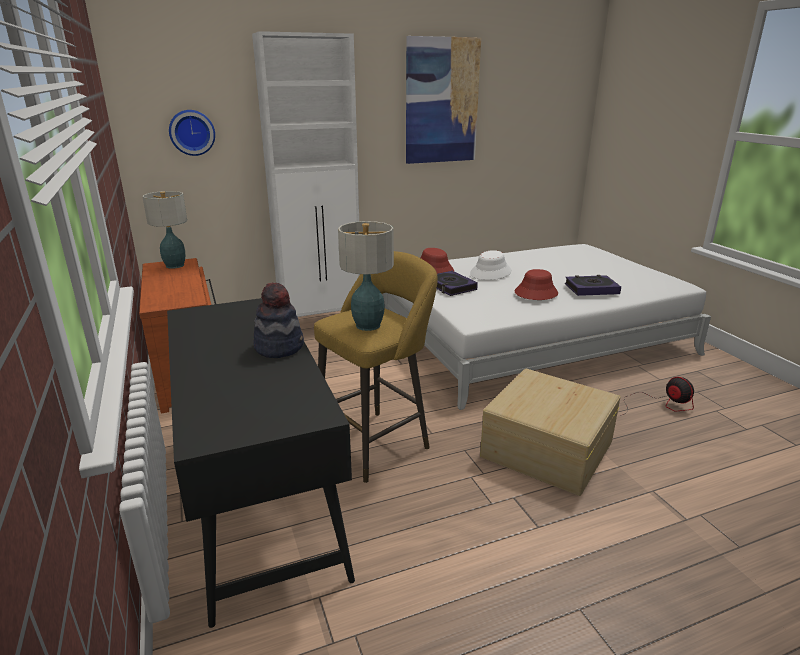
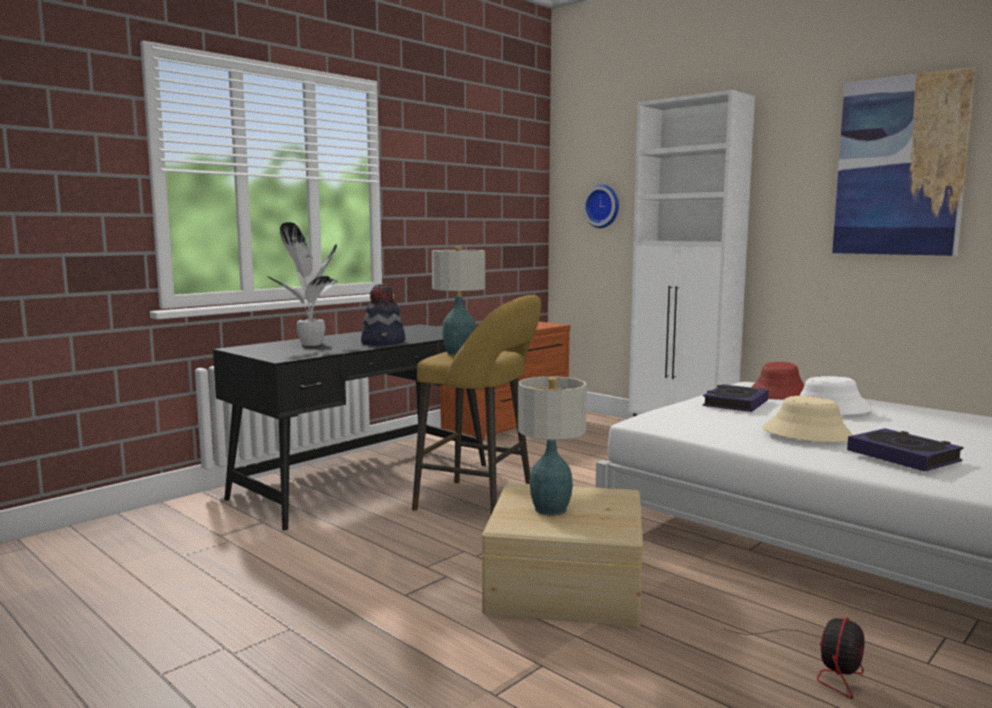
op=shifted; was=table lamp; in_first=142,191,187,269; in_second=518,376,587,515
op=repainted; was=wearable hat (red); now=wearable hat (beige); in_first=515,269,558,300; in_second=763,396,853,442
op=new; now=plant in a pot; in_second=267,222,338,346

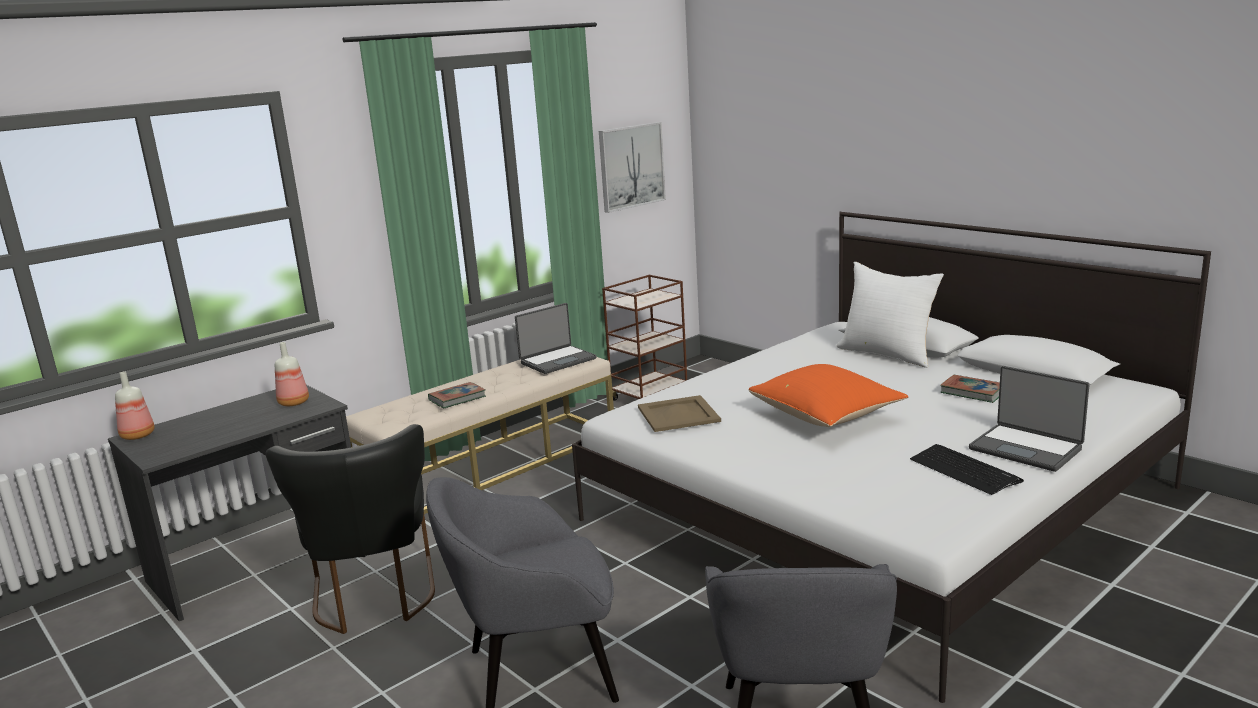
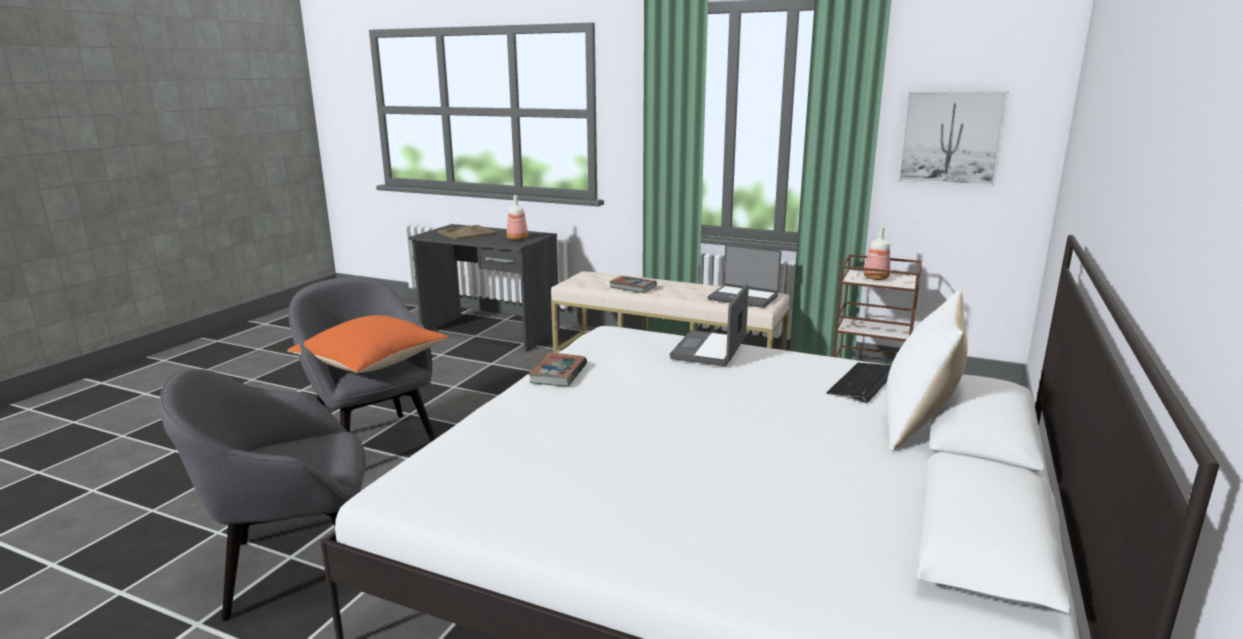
op=shifted; was=drink bottle; in_first=115,371,155,440; in_second=864,227,890,280
op=gone; was=plain chair (black); in_first=266,424,435,634
op=shifted; was=serving tray (beige); in_first=638,395,721,432; in_second=437,225,498,240
op=shifted; was=pillow (orange-coloured); in_first=749,364,908,427; in_second=287,315,449,373
op=shifted; was=PC keyboard; in_first=910,444,1024,495; in_second=826,363,891,403
op=shifted; was=bound book; in_first=940,375,1000,403; in_second=528,353,587,386
op=shifted; was=portable computer; in_first=969,366,1089,472; in_second=670,284,749,366

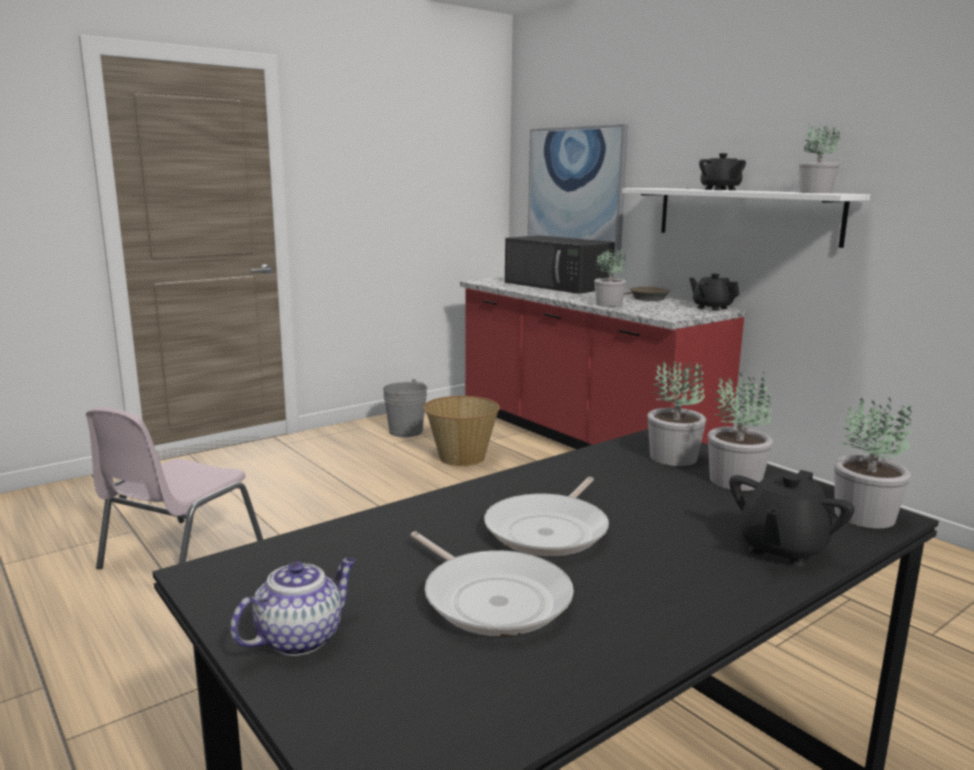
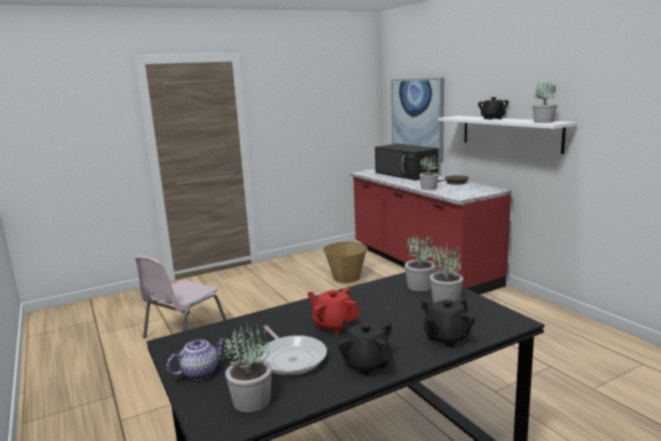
op=gone; was=bucket (grey); in_first=383,379,428,437
op=swapped; was=pan; now=teapot (red); in_first=484,477,609,556; in_second=307,288,360,334
op=shifted; was=teapot (black); in_first=689,274,739,311; in_second=337,320,392,376
op=shifted; was=plant in a pot; in_first=834,397,913,528; in_second=224,322,272,412

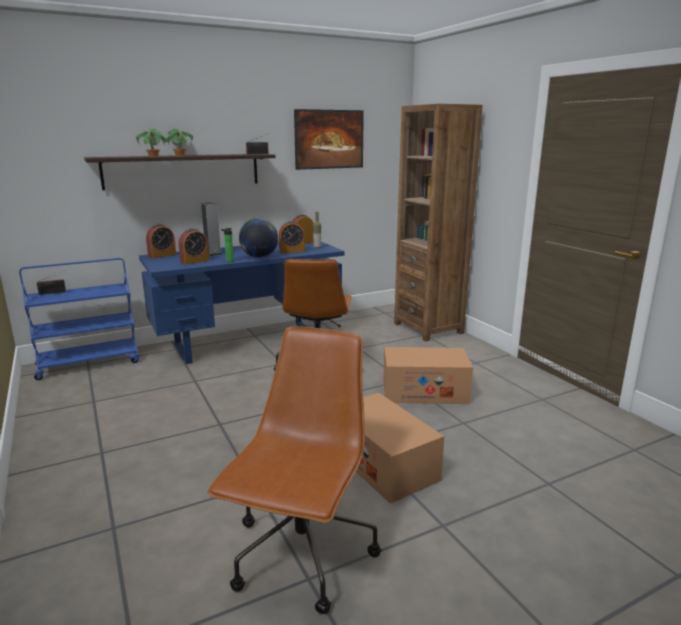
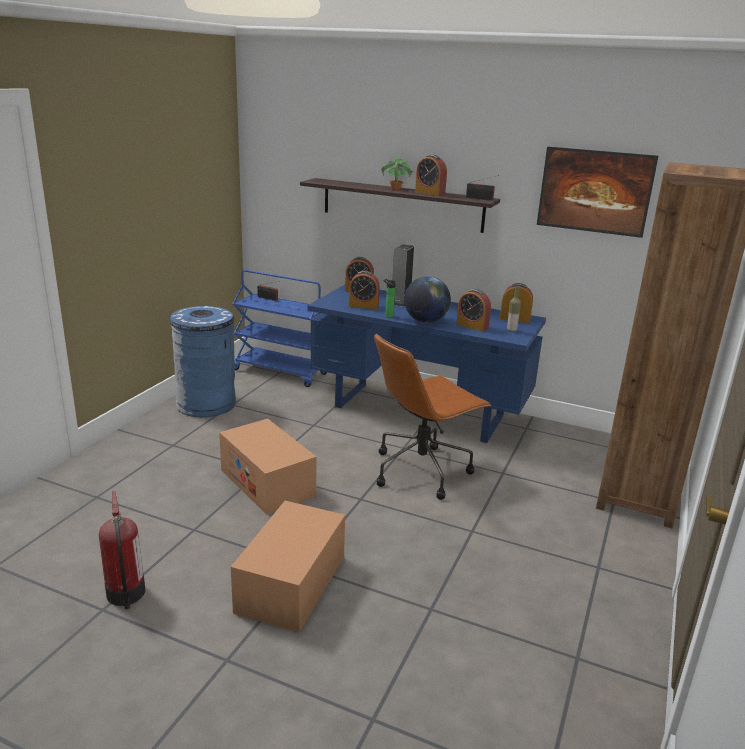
op=gone; was=plant in a pot; in_first=136,128,167,157
op=swapped; was=office chair (brown); now=extinguisher; in_first=207,326,381,614; in_second=99,491,145,609
op=shifted; was=cardboard box; in_first=383,347,473,404; in_second=219,419,317,515
op=new; now=waste bin (blue); in_second=170,306,236,417
op=new; now=alarm clock; in_second=415,155,447,196

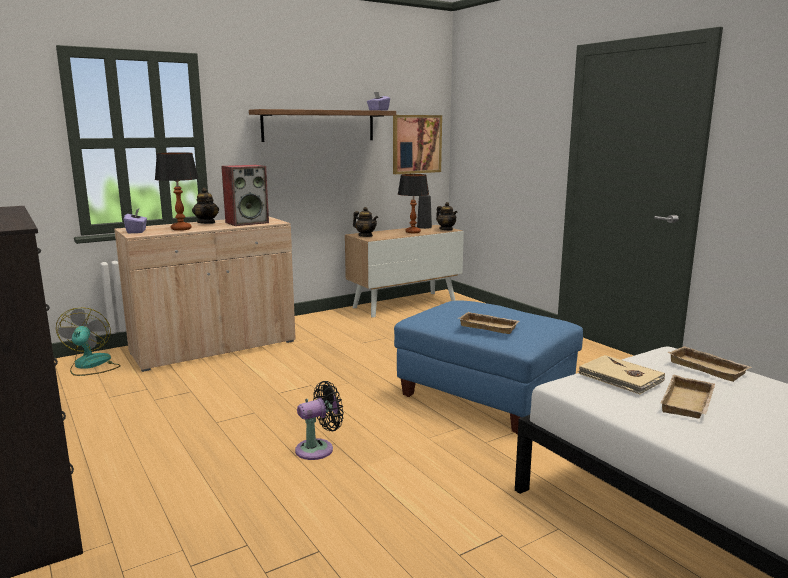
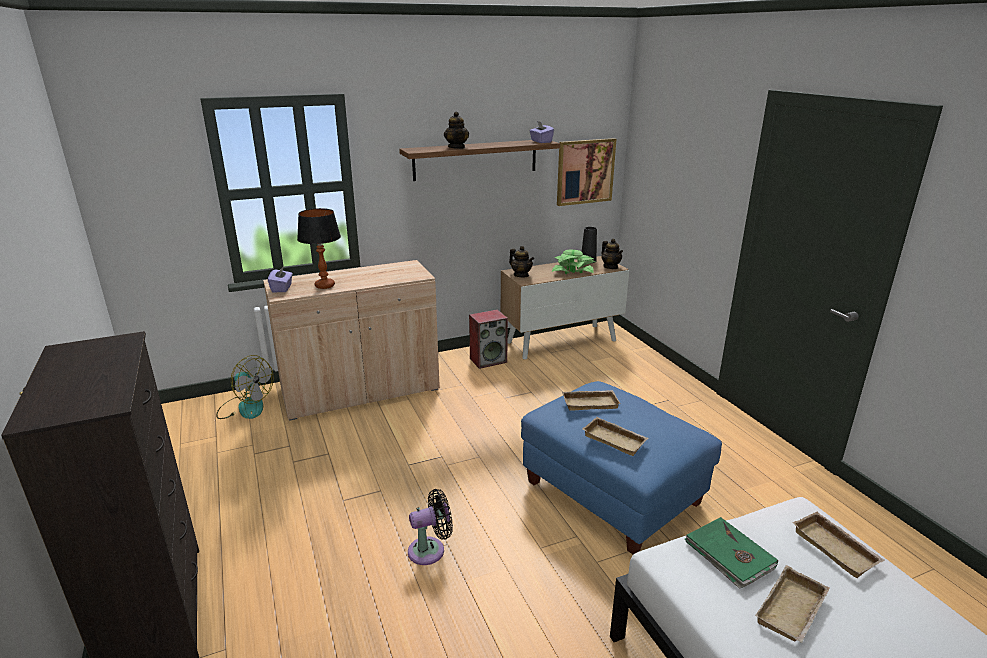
op=rotated; was=fan; in_first=56,308,121,376; in_second=216,355,273,419; clockwise=120
op=shifted; was=teapot; in_first=192,188,219,224; in_second=444,111,469,149
op=shifted; was=speaker; in_first=221,165,269,226; in_second=469,309,508,369
op=swapped; was=table lamp; now=plant in a pot; in_first=398,174,429,233; in_second=552,249,595,274
op=repainted; was=bound book (beige); now=bound book (greenish); in_first=578,355,665,394; in_second=685,517,778,589
op=new; now=serving tray (beige); in_second=562,390,621,411

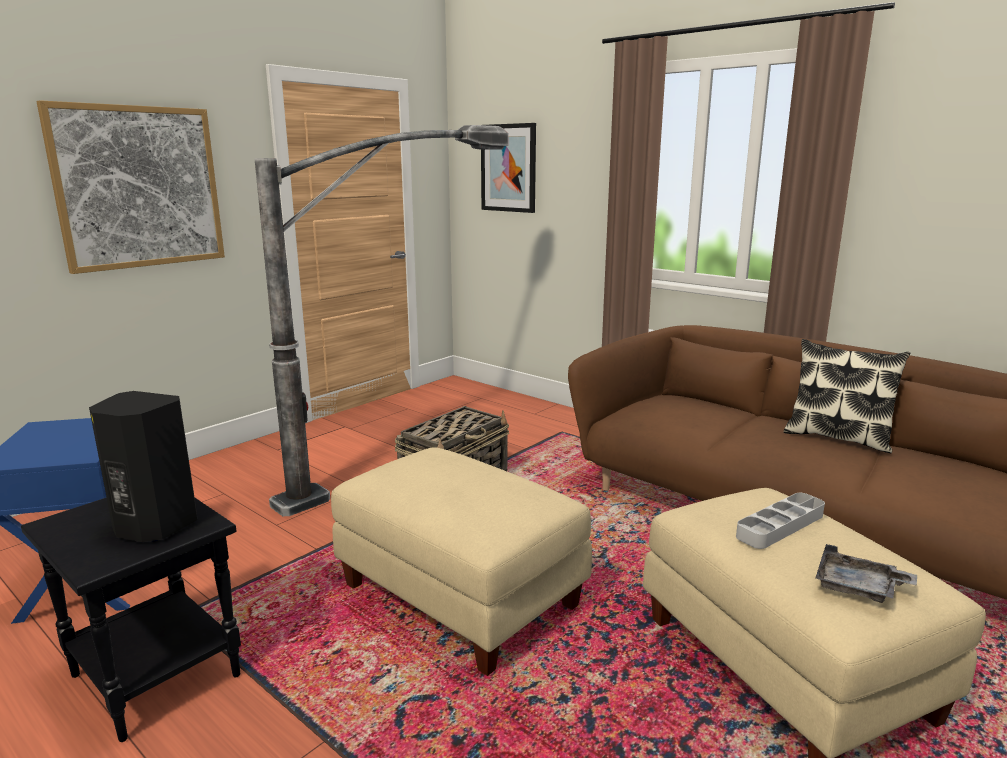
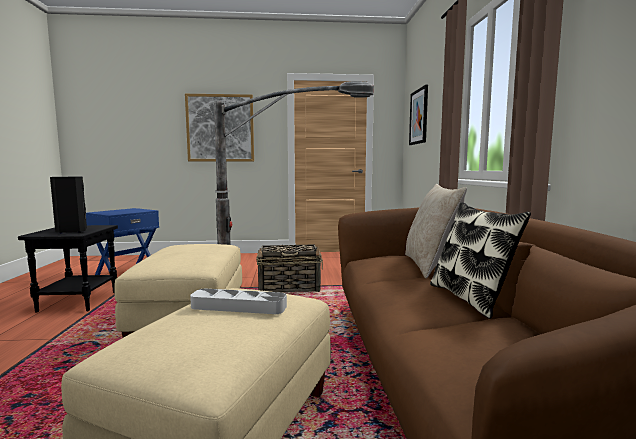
op=gone; was=serving tray (grey); in_first=816,544,917,603
op=new; now=pillow (beige); in_second=405,184,467,279

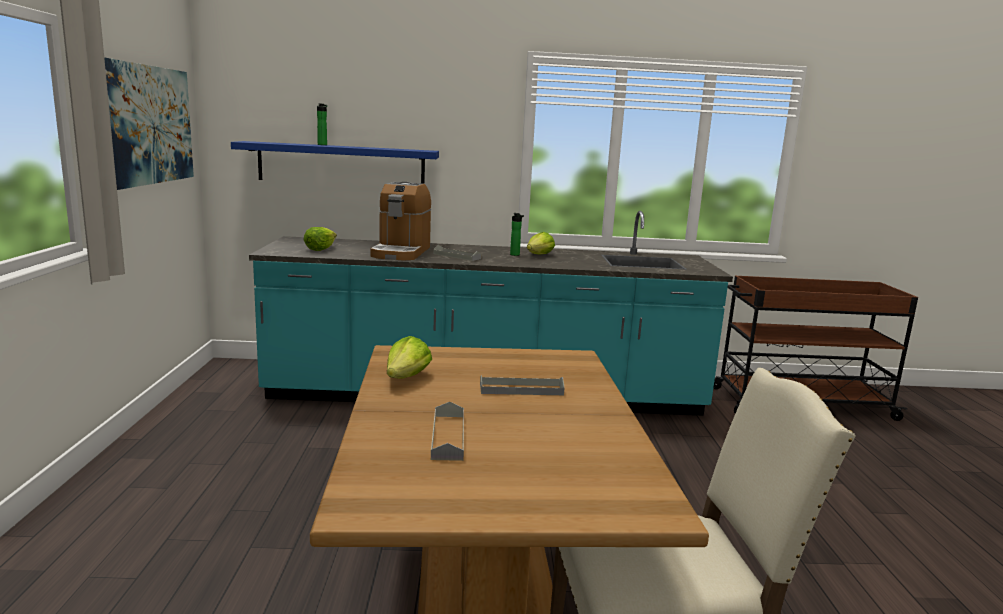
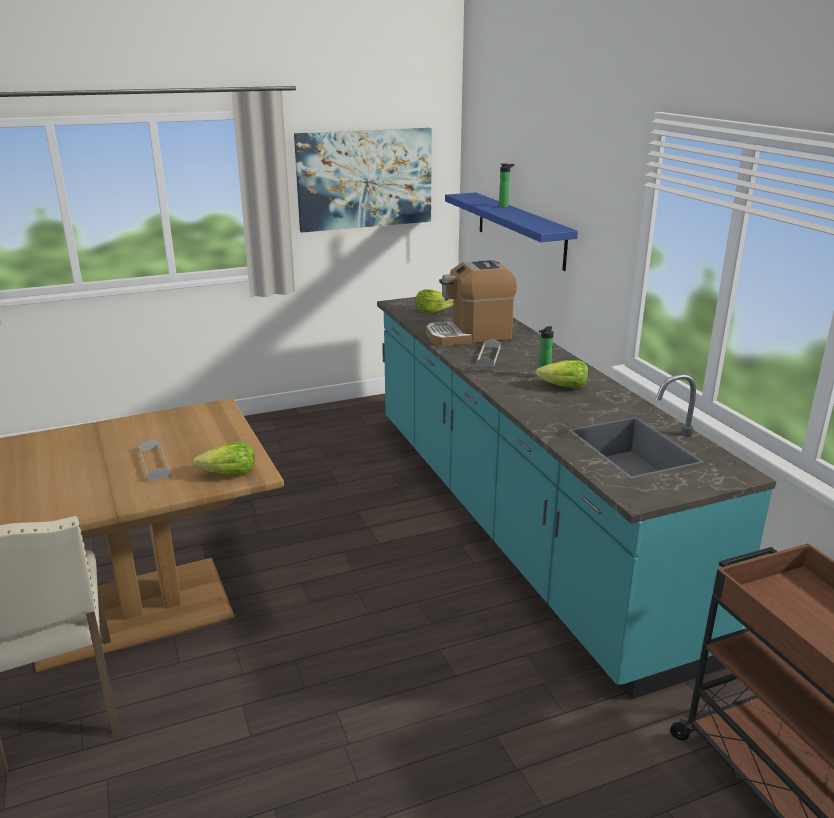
op=shifted; was=lettuce; in_first=387,336,432,379; in_second=193,442,255,475
op=gone; was=serving tray (grey); in_first=431,402,464,461

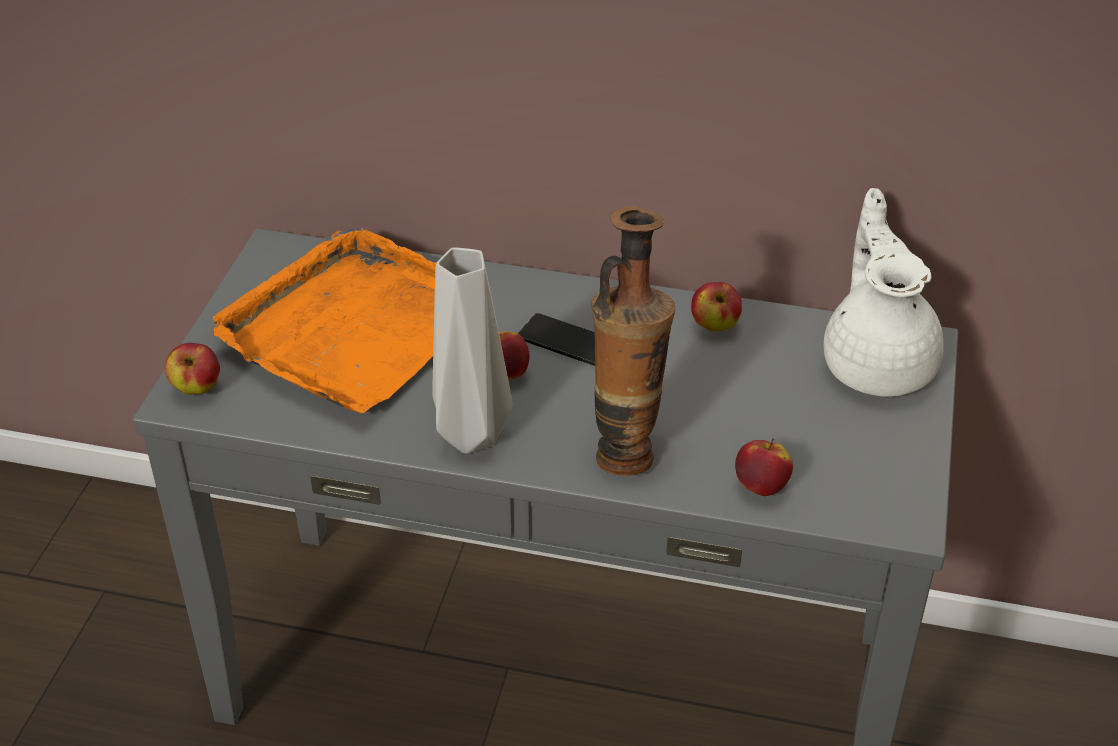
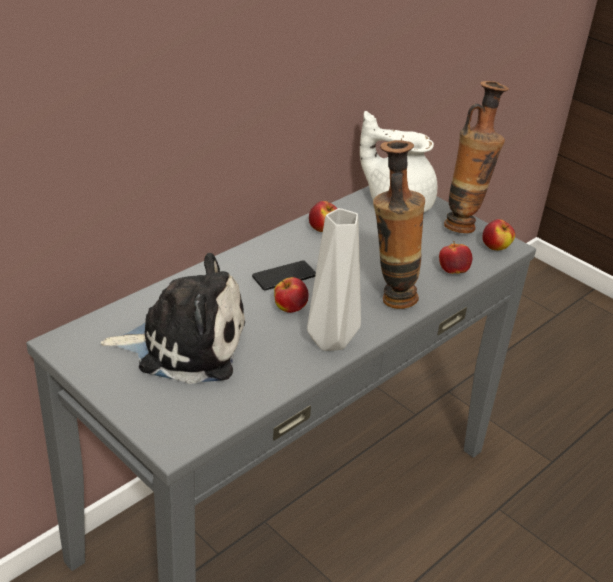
op=shifted; was=whole apple; in_first=165,343,220,395; in_second=483,219,515,250
op=swapped; was=serving tray (orange-coloured); now=soft toy; in_first=213,228,436,414; in_second=100,253,245,384
op=new; now=vase; in_second=444,81,509,233

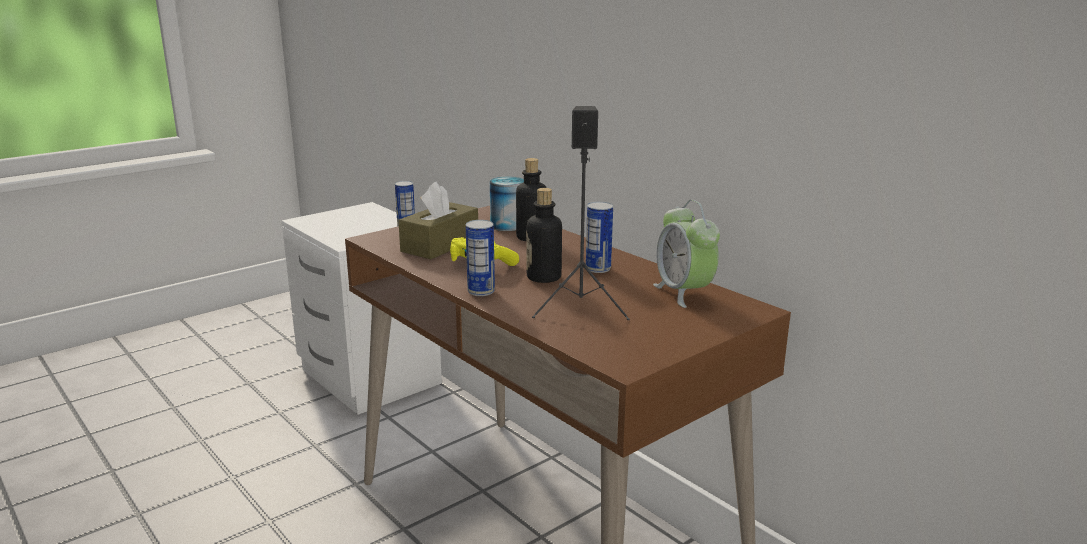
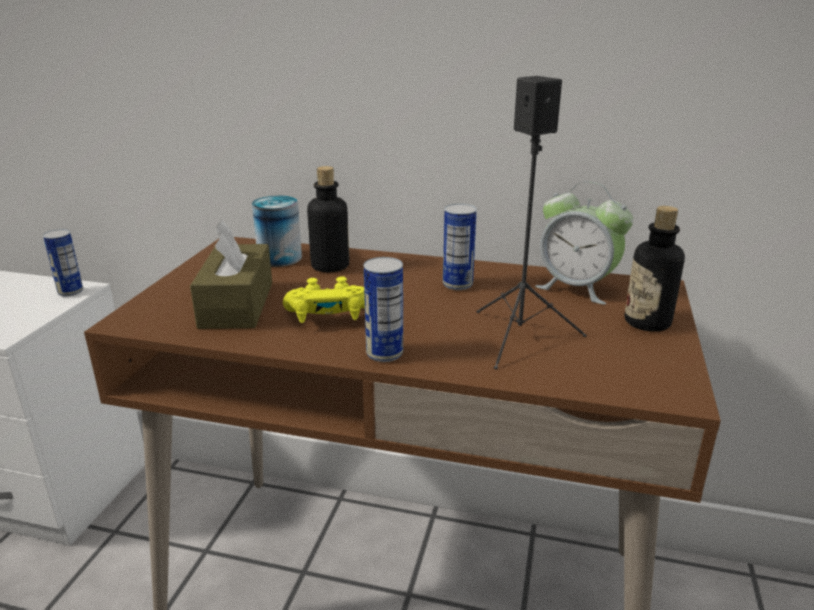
op=shifted; was=drink bottle; in_first=526,188,562,283; in_second=625,206,685,332

